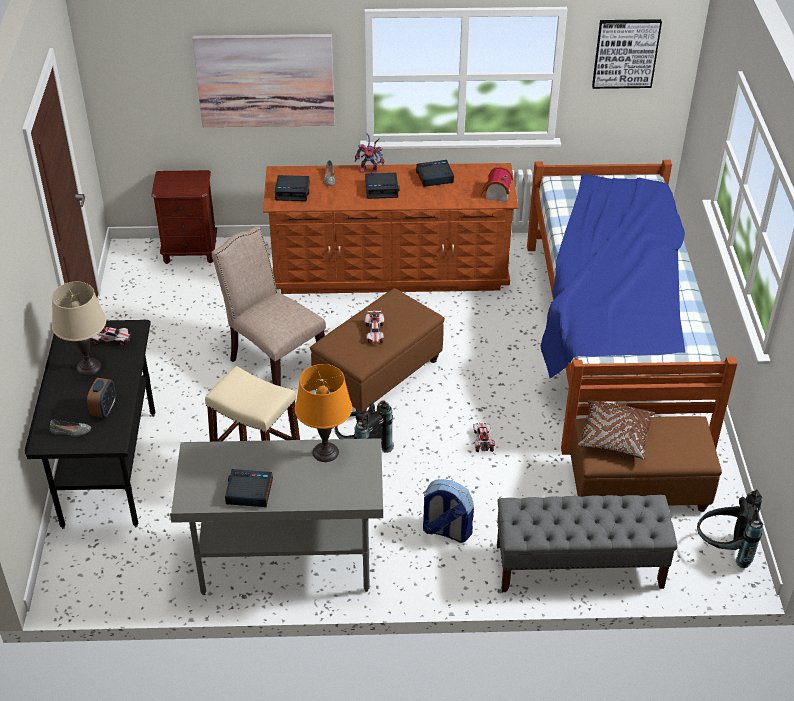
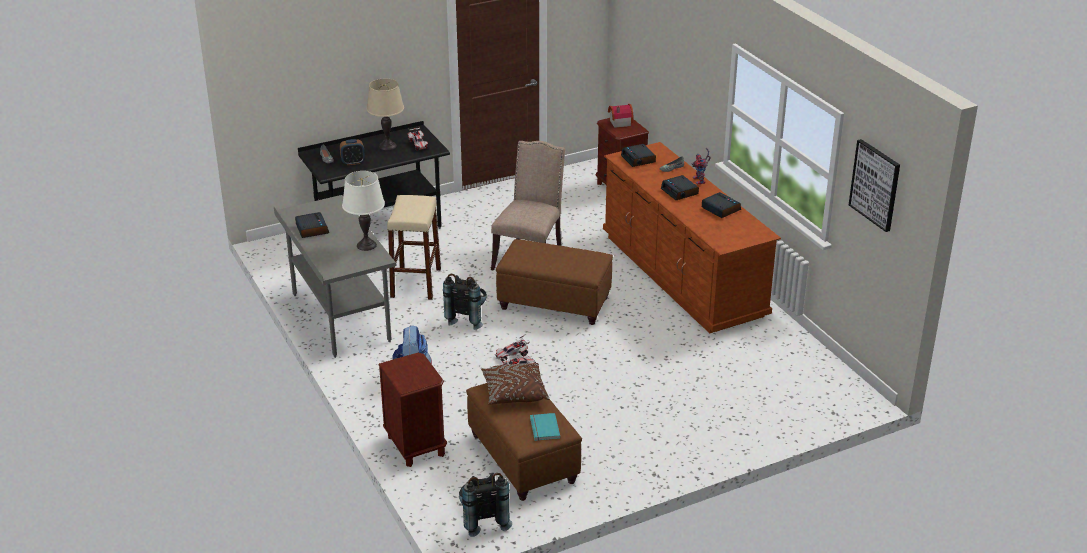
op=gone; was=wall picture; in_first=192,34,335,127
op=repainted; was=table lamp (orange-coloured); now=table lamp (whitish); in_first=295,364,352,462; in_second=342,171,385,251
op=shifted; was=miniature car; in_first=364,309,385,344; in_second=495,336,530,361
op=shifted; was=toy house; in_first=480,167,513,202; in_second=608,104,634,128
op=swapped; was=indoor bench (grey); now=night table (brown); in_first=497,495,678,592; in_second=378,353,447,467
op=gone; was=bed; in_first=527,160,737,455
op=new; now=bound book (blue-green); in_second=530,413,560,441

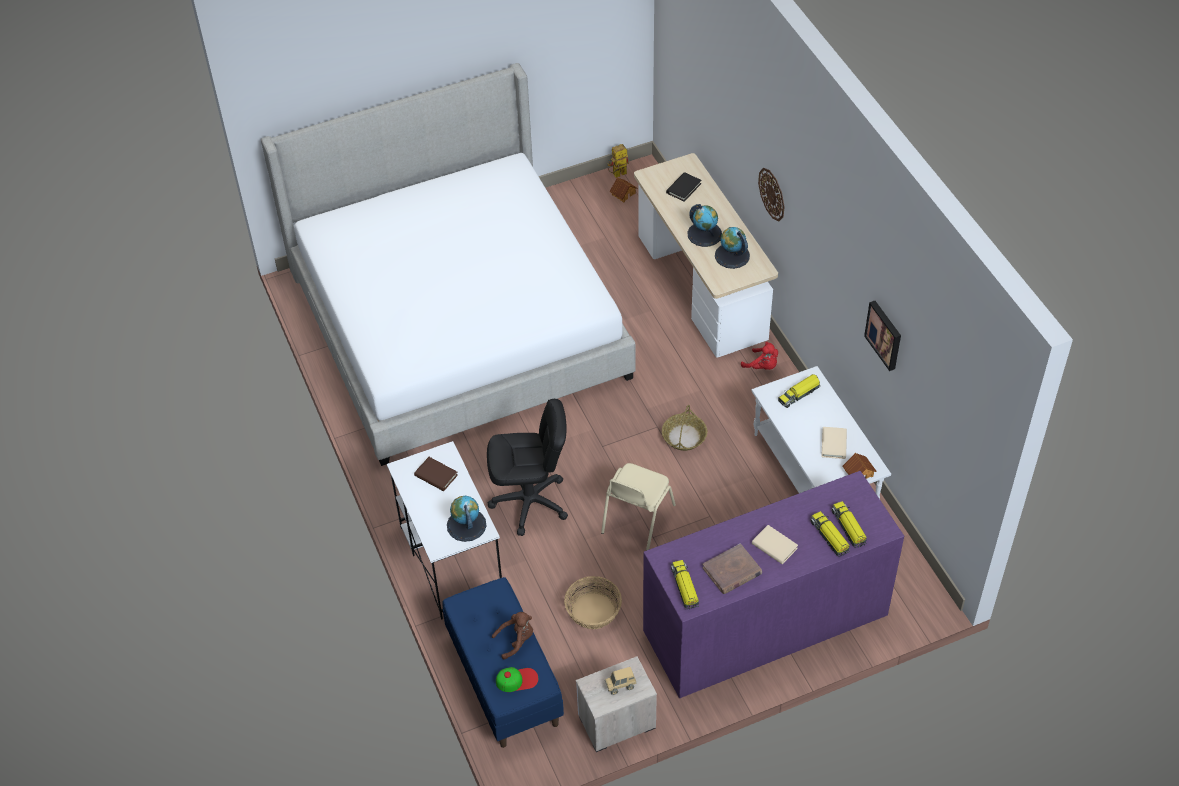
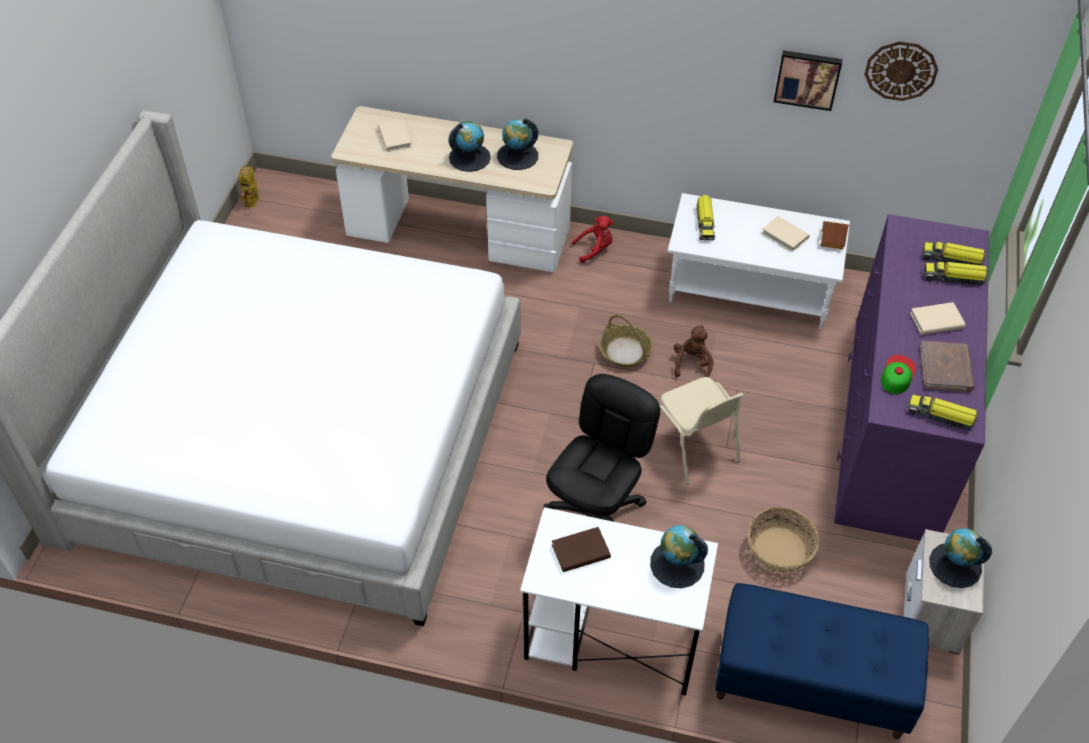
op=shifted; was=soft toy (brown); in_first=492,612,533,659; in_second=674,326,713,377
op=shifted; was=baseball cap; in_first=496,667,538,692; in_second=881,355,916,394
op=swapped; was=model truck; now=world globe; in_first=605,667,637,695; in_second=929,528,992,588
op=gone; was=toy house; in_first=609,177,637,202
op=repainted; was=bound book (black); now=bound book (beige); in_first=666,172,702,202; in_second=378,119,412,152
op=shifted; was=clock on the wall; in_first=758,168,785,221; in_second=864,41,938,101

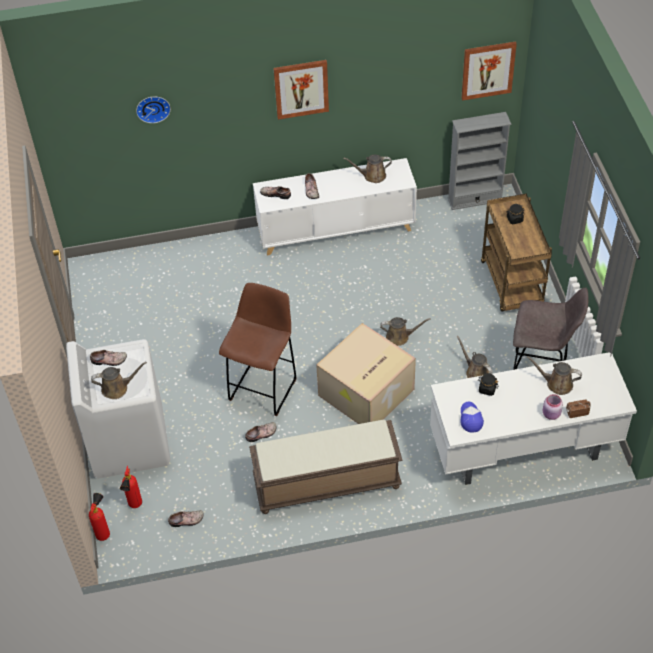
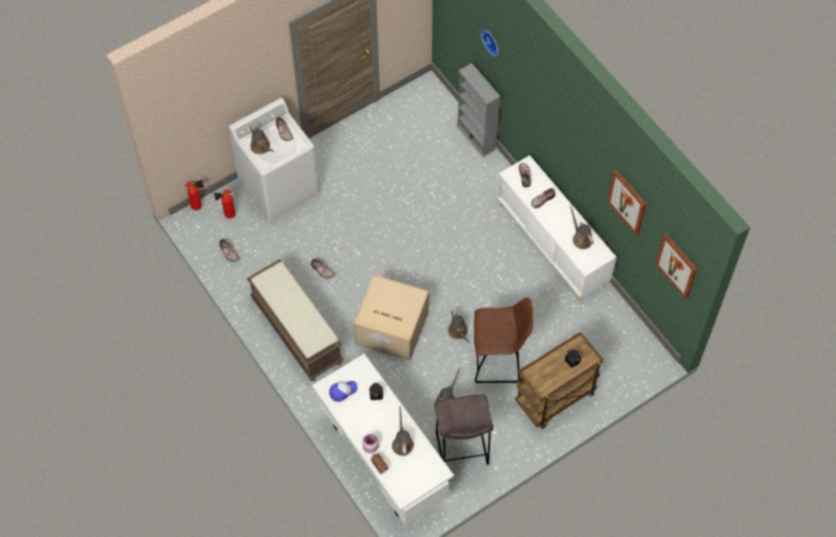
op=shifted; was=sitting stool (brown); in_first=219,283,296,416; in_second=474,297,534,383
op=shifted; was=wall picture; in_first=274,60,329,120; in_second=607,170,647,236
op=shifted; was=bookshelf (grey); in_first=447,112,511,210; in_second=456,63,501,157

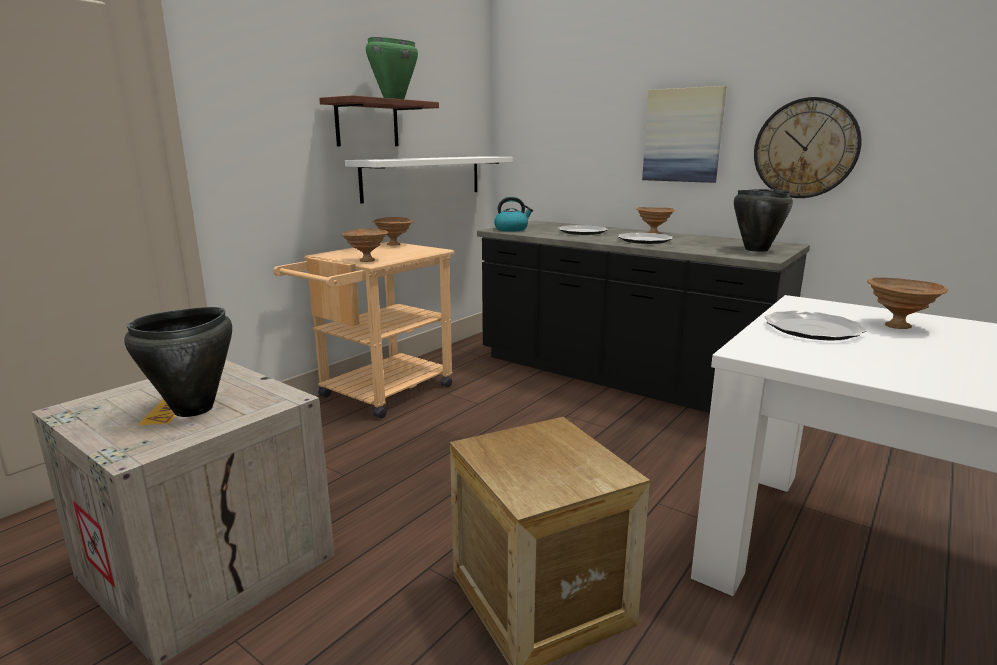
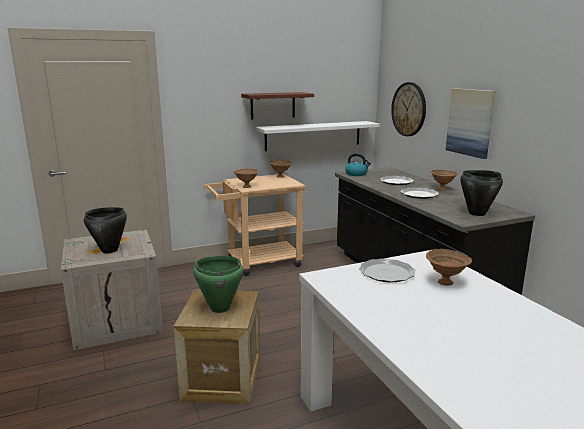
op=shifted; was=stockpot (greenish); in_first=366,37,418,99; in_second=193,256,243,313
op=shifted; was=clock on the wall; in_first=754,97,862,198; in_second=391,82,426,136

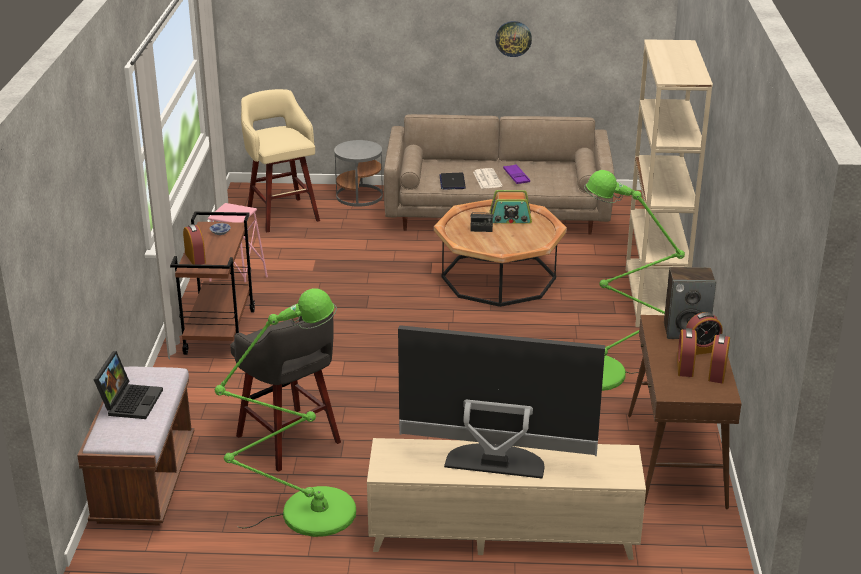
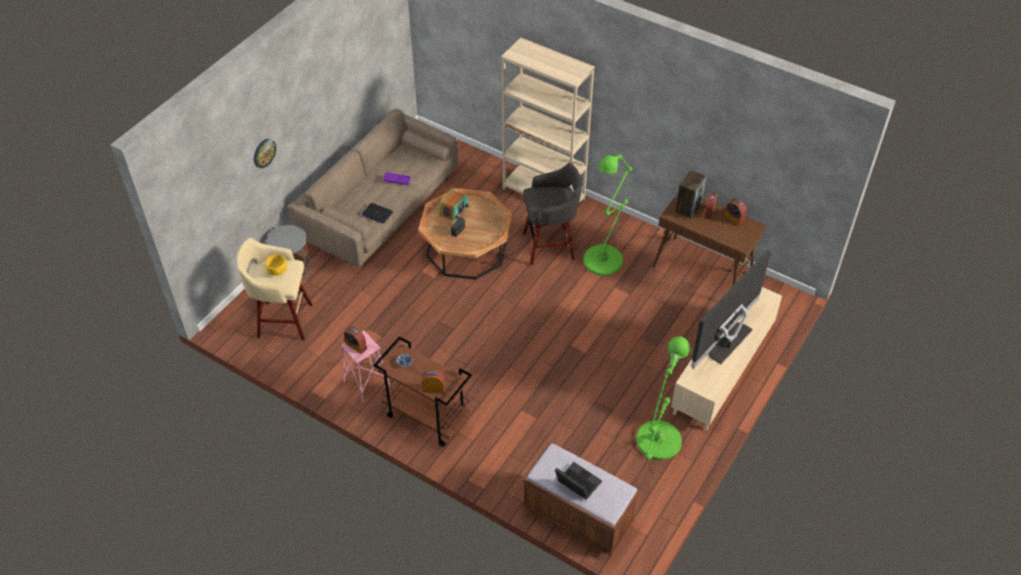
op=shifted; was=sitting stool (grey); in_first=230,312,341,472; in_second=523,163,582,265
op=gone; was=daily paper; in_first=473,168,502,189
op=shifted; was=clock on the wall; in_first=495,21,532,57; in_second=254,139,276,168
op=shifted; was=alarm clock; in_first=677,328,697,377; in_second=344,326,367,354
op=new; now=bowl (yellow); in_second=265,254,287,276

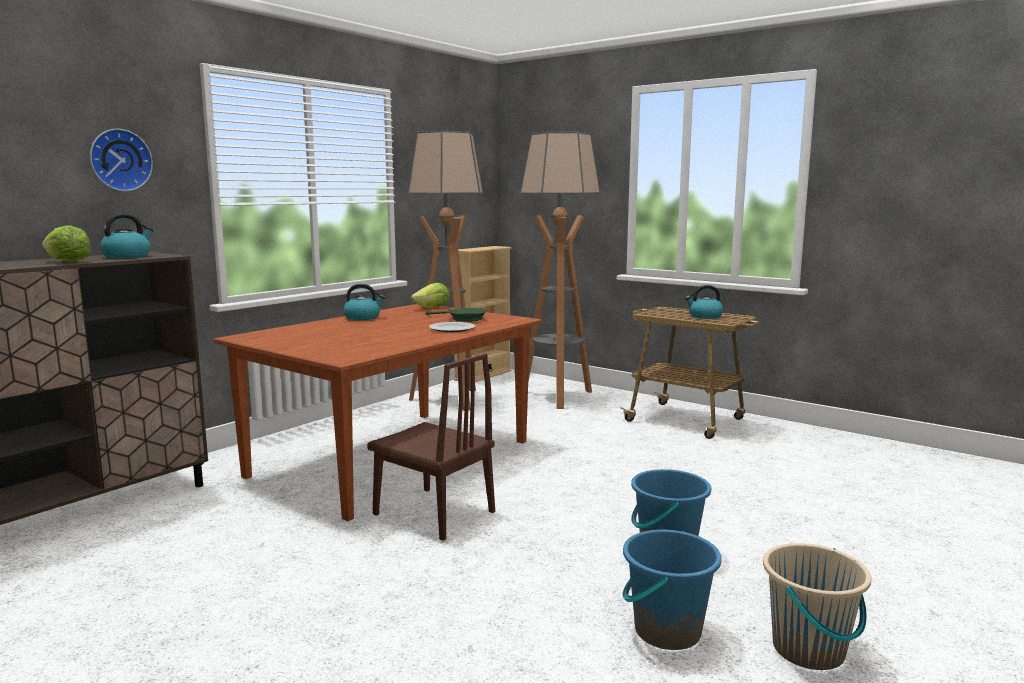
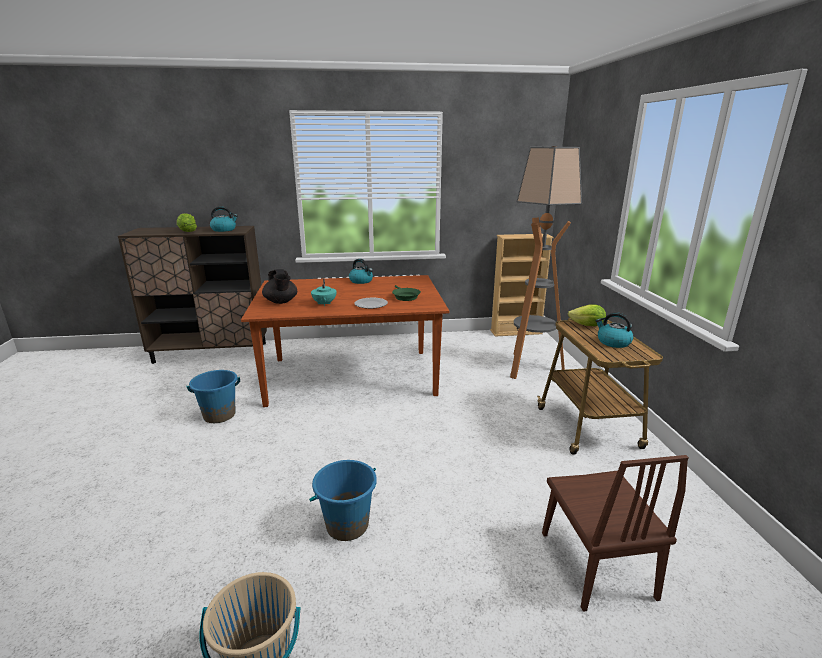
op=gone; was=clock on the wall; in_first=90,129,153,191
op=shifted; was=plain chair (brown); in_first=367,353,495,541; in_second=542,455,689,612
op=gone; was=standard lamp; in_first=408,131,483,411
op=shifted; was=lettuce; in_first=411,283,450,308; in_second=568,305,606,326
op=shifted; was=bucket (blue); in_first=622,530,722,650; in_second=187,370,240,423
op=new; now=teapot (black); in_second=262,269,297,304
op=new; now=teapot (blue-green); in_second=311,279,337,306

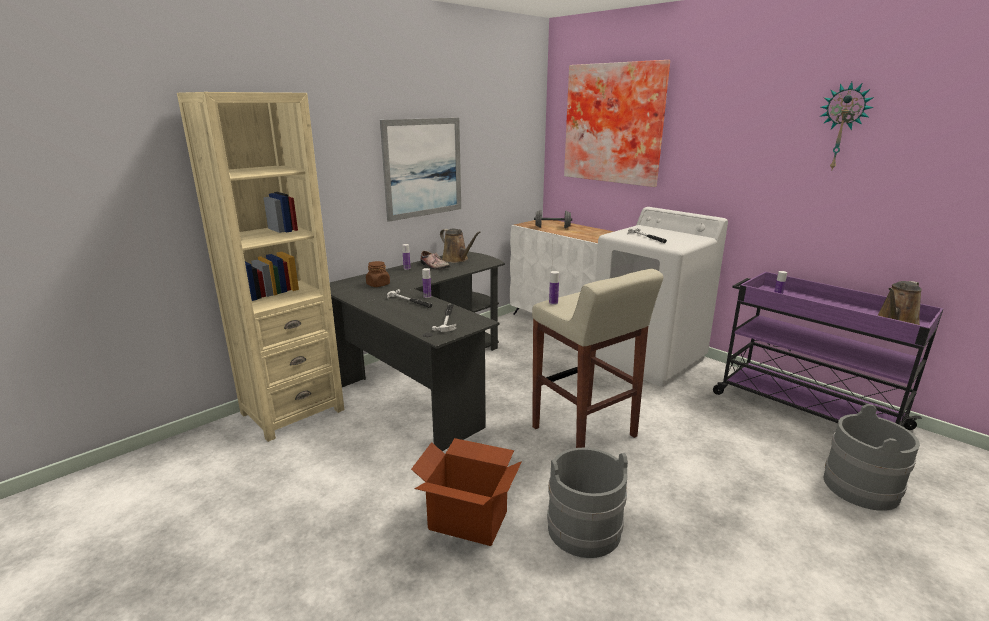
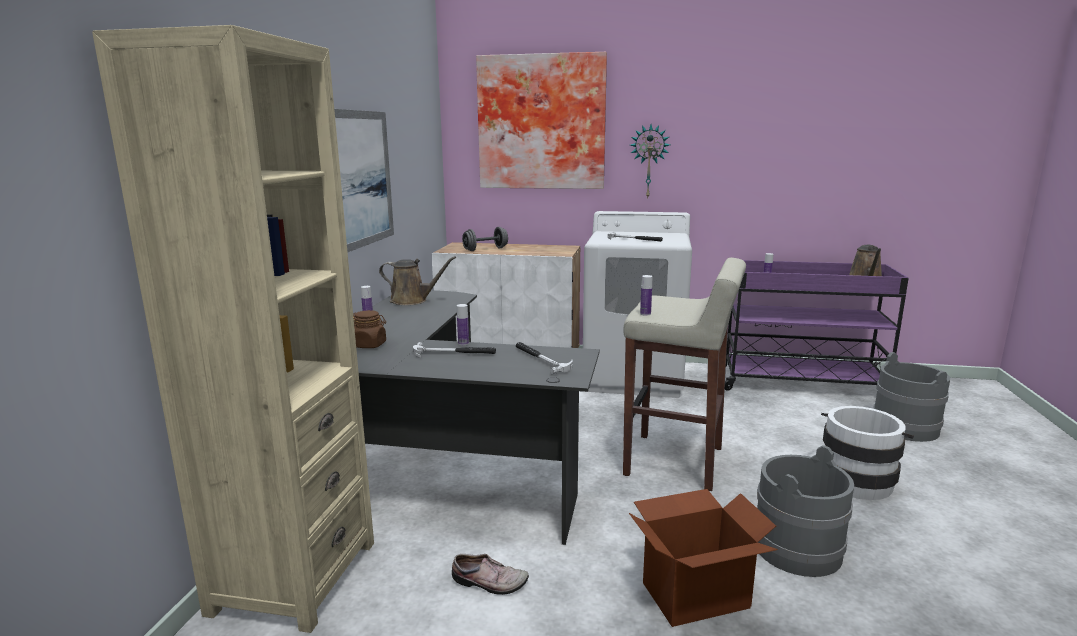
op=shifted; was=low shoe; in_first=420,251,450,270; in_second=452,554,529,595
op=shifted; was=clock on the wall; in_first=820,82,874,169; in_second=630,125,670,199
op=new; now=bucket (whitish); in_second=821,406,914,500

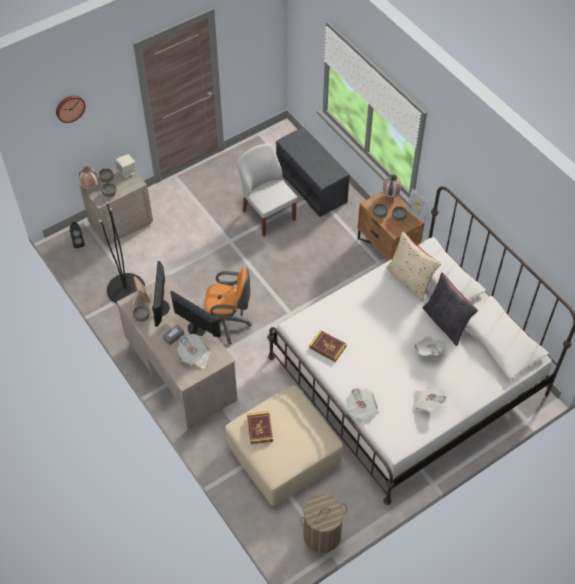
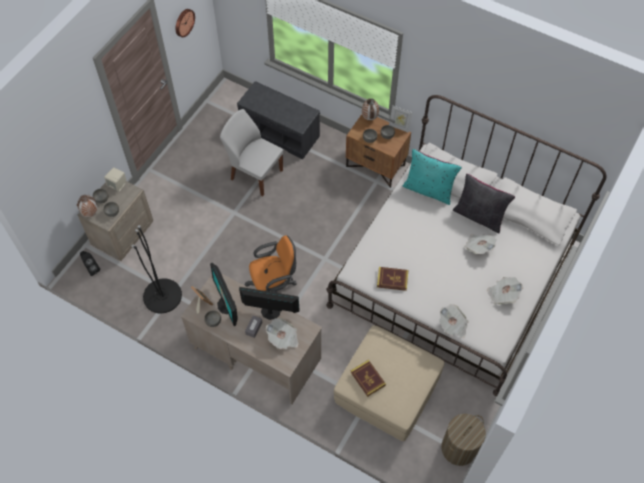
op=shifted; was=clock on the wall; in_first=56,95,86,123; in_second=176,9,195,37
op=repainted; was=pillow (beige); now=pillow (blue-green); in_first=386,231,441,302; in_second=402,149,462,205

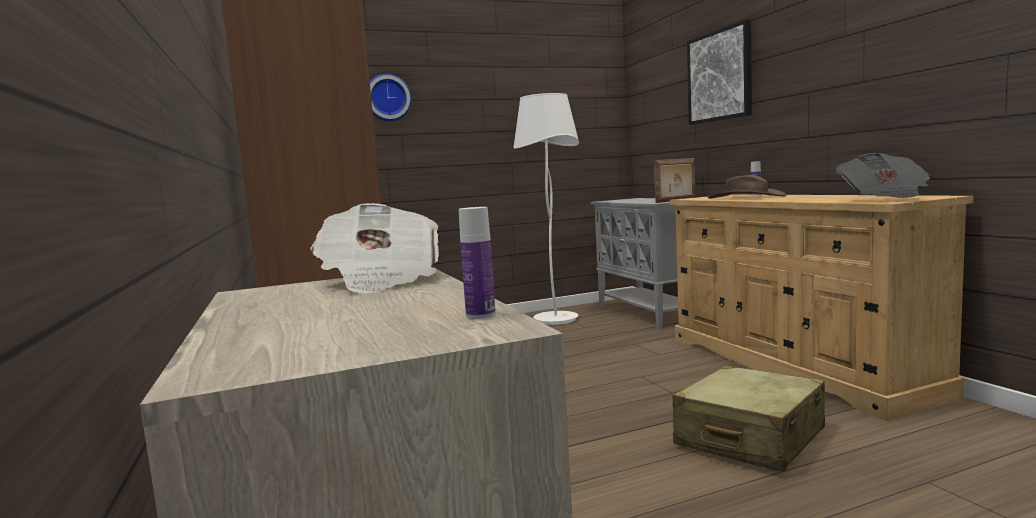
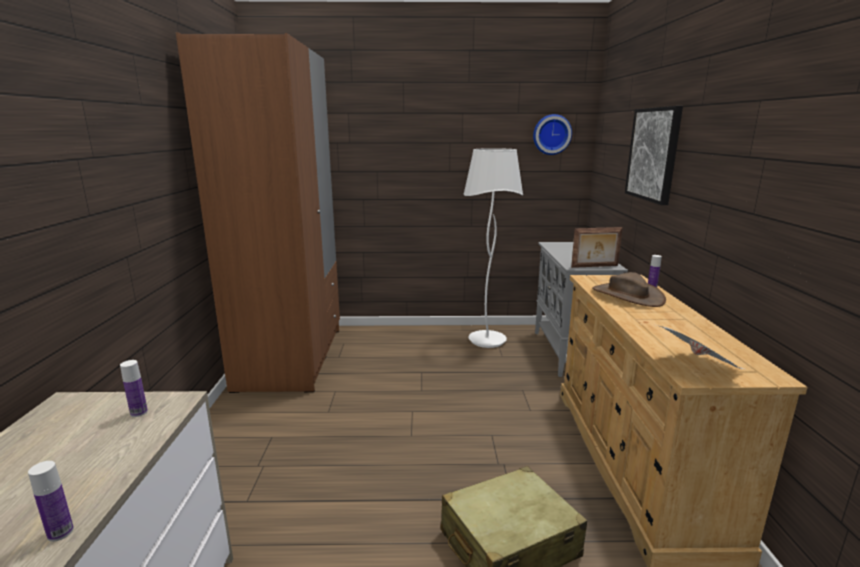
op=swapped; was=daily paper; now=drink bottle; in_first=310,203,439,293; in_second=120,360,148,417
op=shifted; was=clock on the wall; in_first=370,74,412,122; in_second=533,114,572,155

